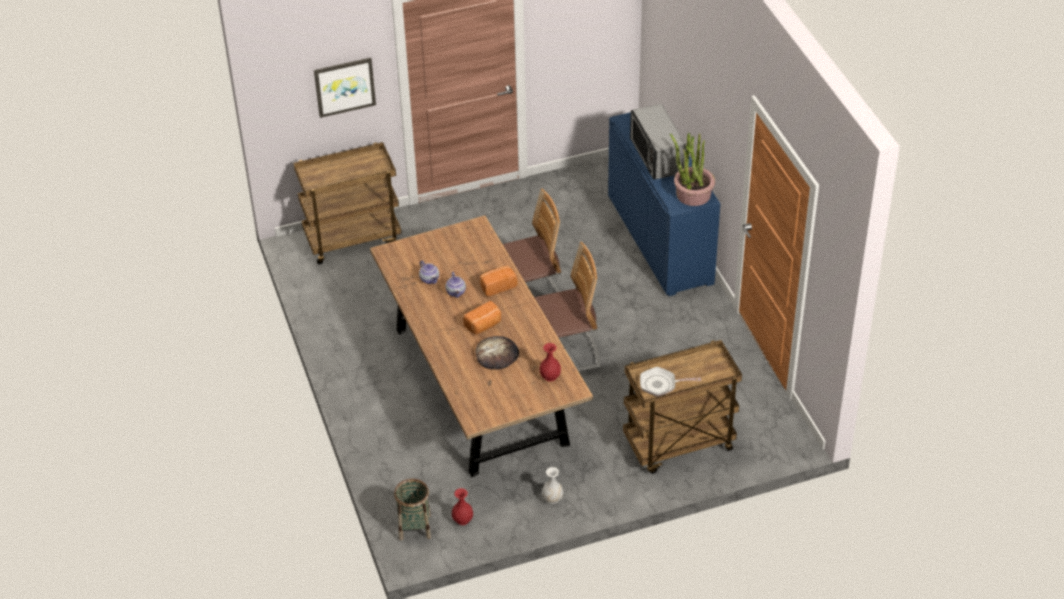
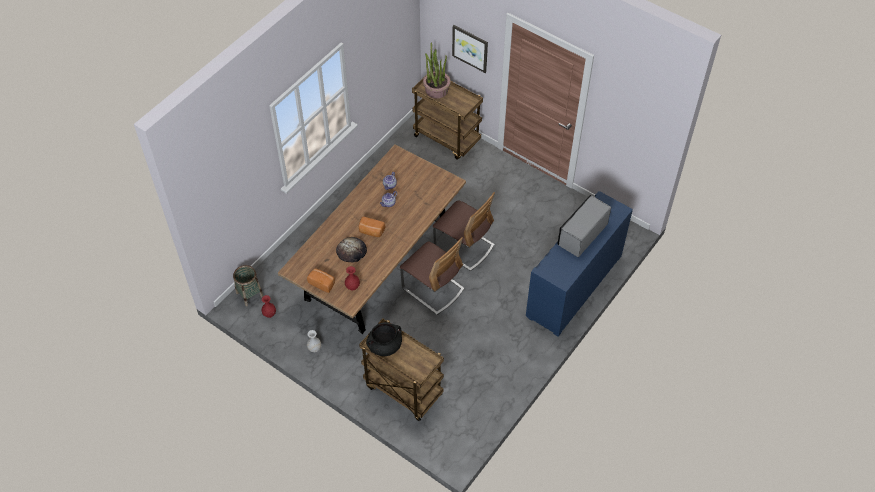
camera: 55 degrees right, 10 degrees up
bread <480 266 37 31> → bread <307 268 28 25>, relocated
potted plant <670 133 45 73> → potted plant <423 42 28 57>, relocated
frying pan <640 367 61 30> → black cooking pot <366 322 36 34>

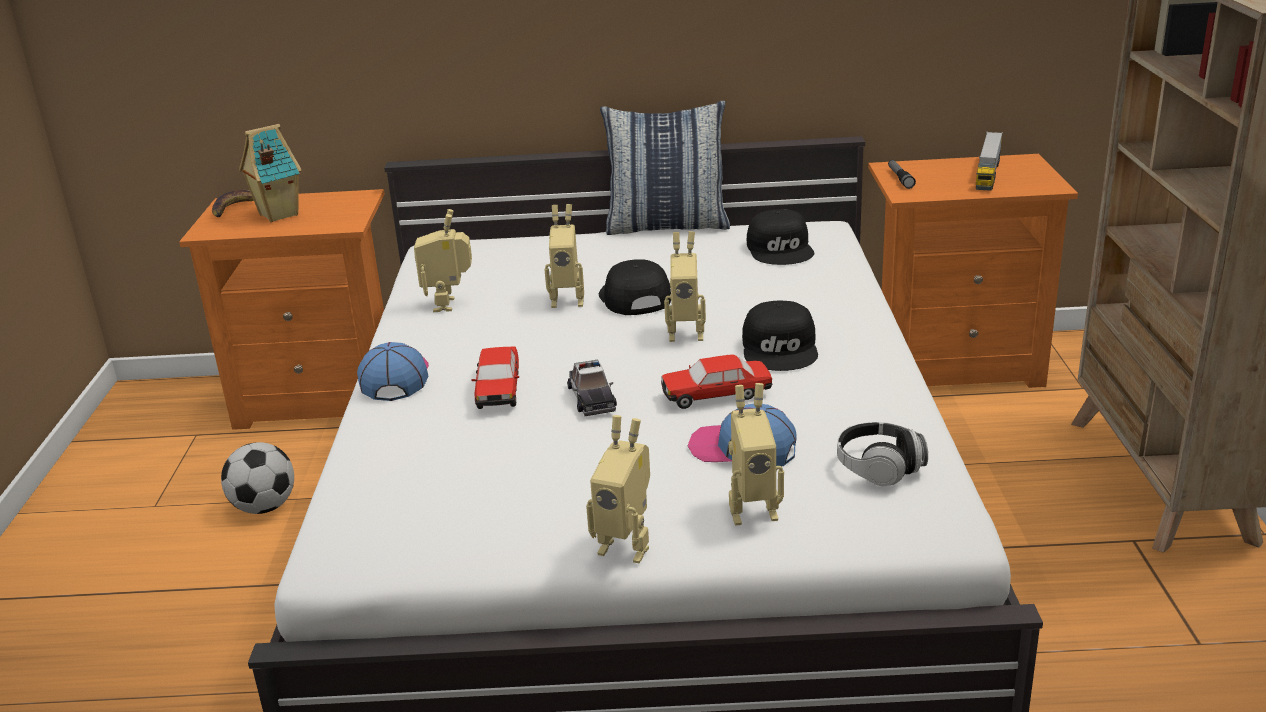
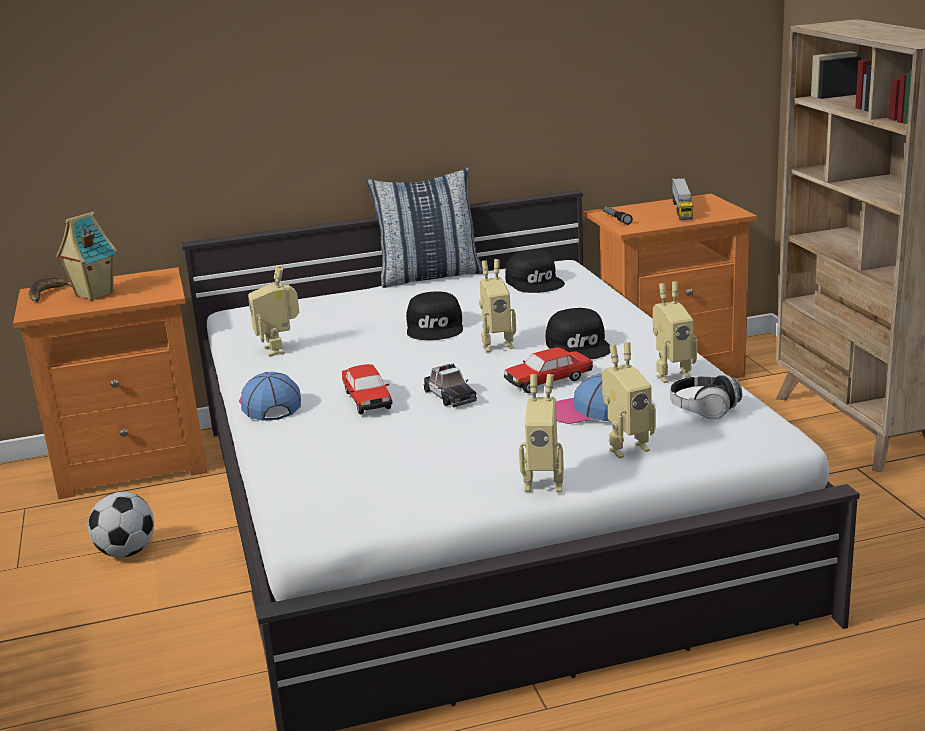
camera: 15 degrees left, 5 degrees down
toy robot <544 204 40 104> → toy robot <653 282 44 101>, relocated
black cap <599 259 72 56> → black cap <406 292 57 48>, 150 degrees counterclockwise

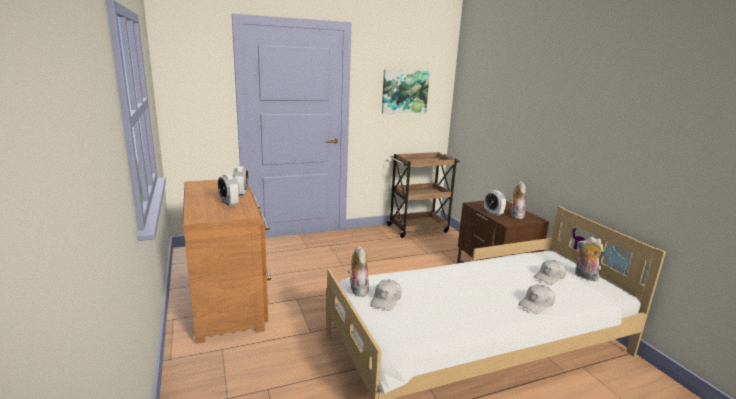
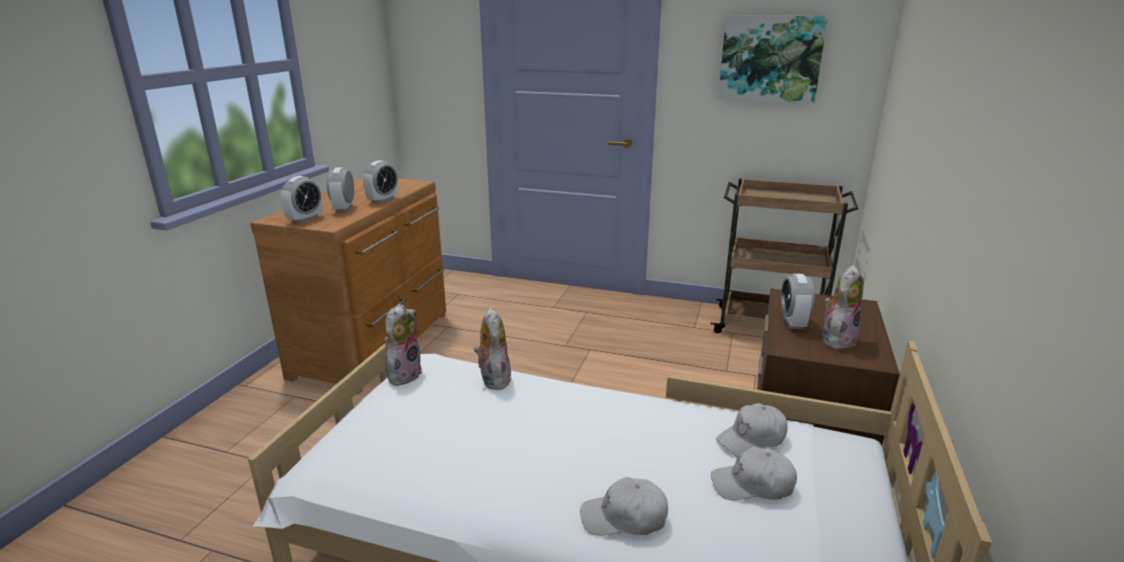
camera: 40 degrees right, 5 degrees up
- → alarm clock <280 176 43 47>
white cap <370 280 31 31> → white cap <716 403 72 54>, relocated
plush toy <575 237 29 44> → plush toy <474 307 37 83>, relocated

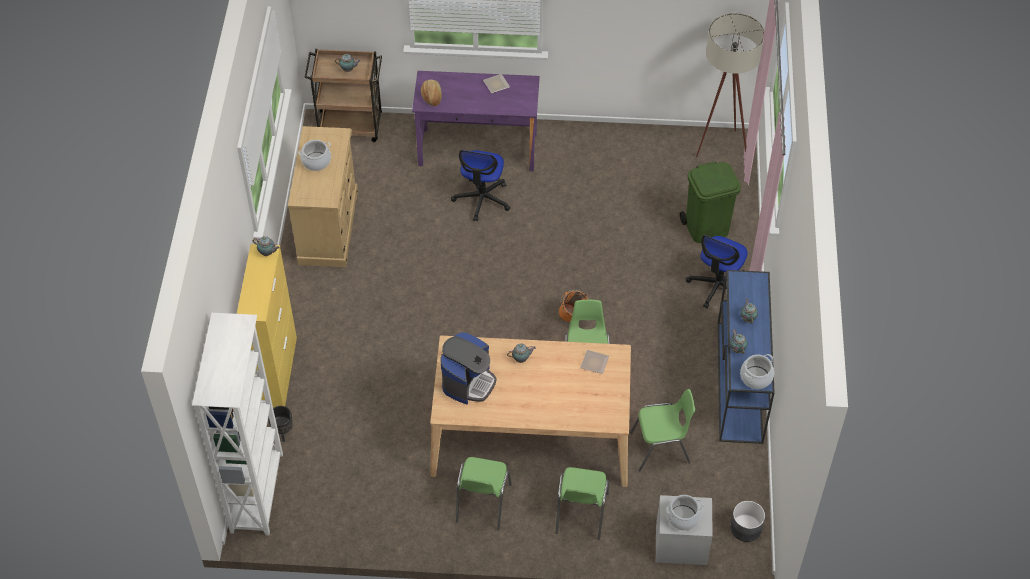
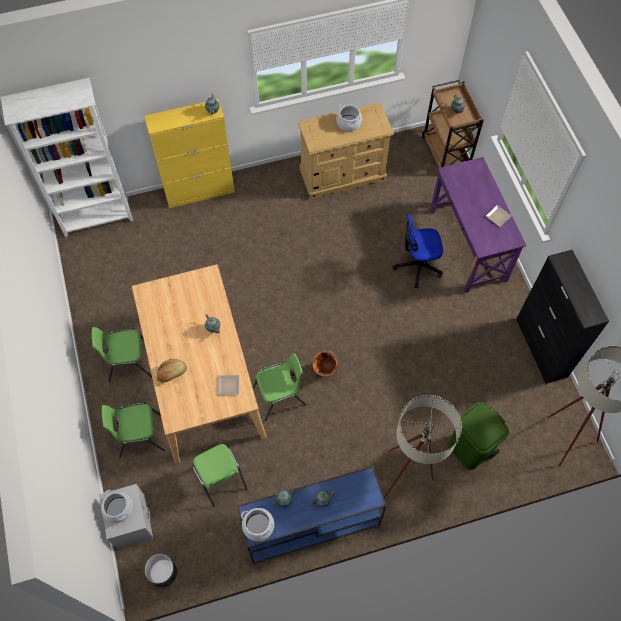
camera: 70 degrees right, 10 degrees up
black planter <268 406 25 36> → -
coffee machine <440 332 57 73> → -
- → black cabinet <516 250 93 134>
bread <421 79 21 27> → bread <157 359 30 24>, relocated
office chair <686 235 62 73> → beige floor lamp <384 395 78 104>

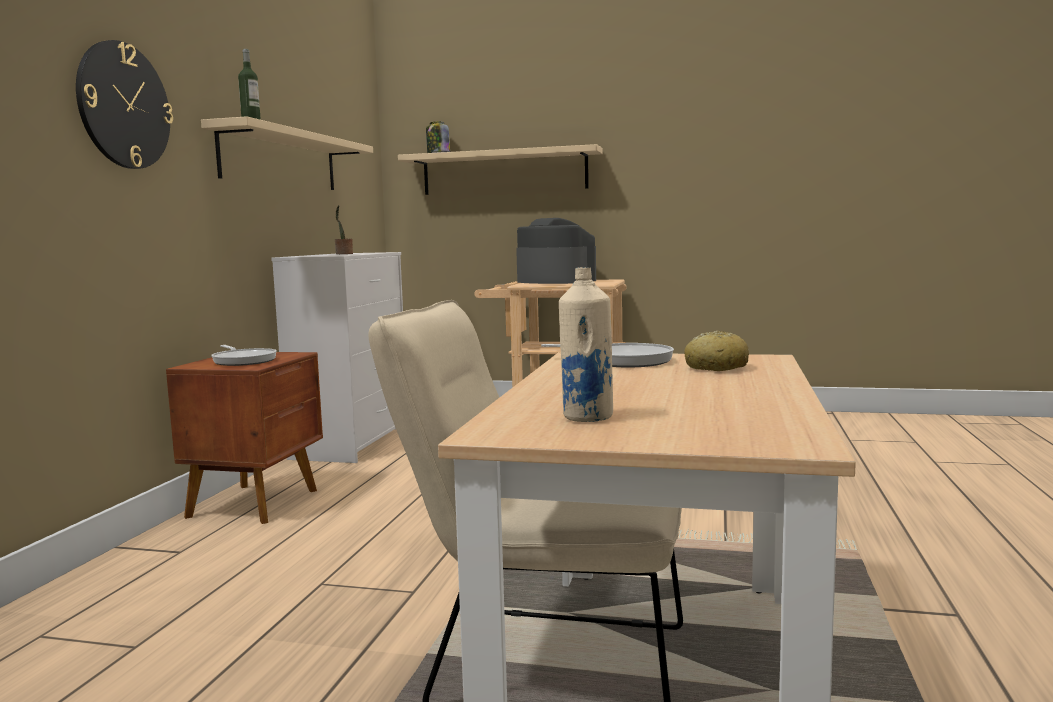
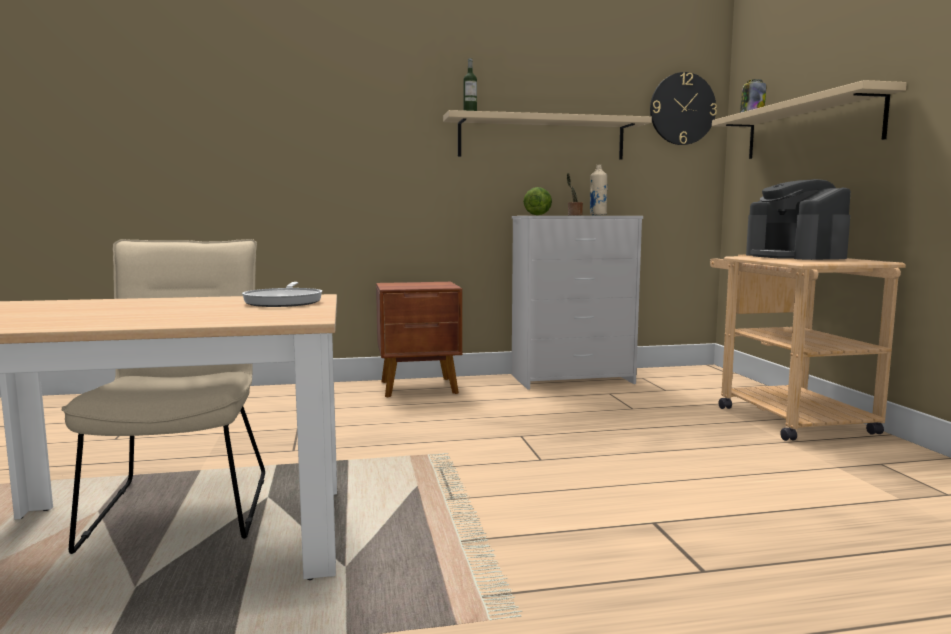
camera: 65 degrees right, 0 degrees up
frying pan <211 345 66 21> → -
bread <684 331 65 40> → -
- → lettuce <523 187 29 28>
wall clock <76 40 97 129> → wall clock <650 72 67 73>, relocated
beige bottle <559 267 54 155> → beige bottle <590 164 17 51>, relocated
coffee machine <516 218 80 66> → coffee machine <746 179 105 81>, 150 degrees clockwise

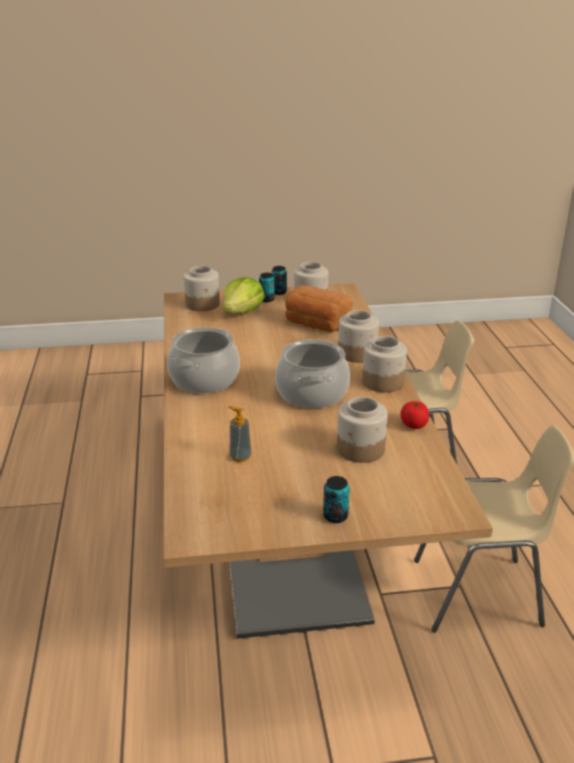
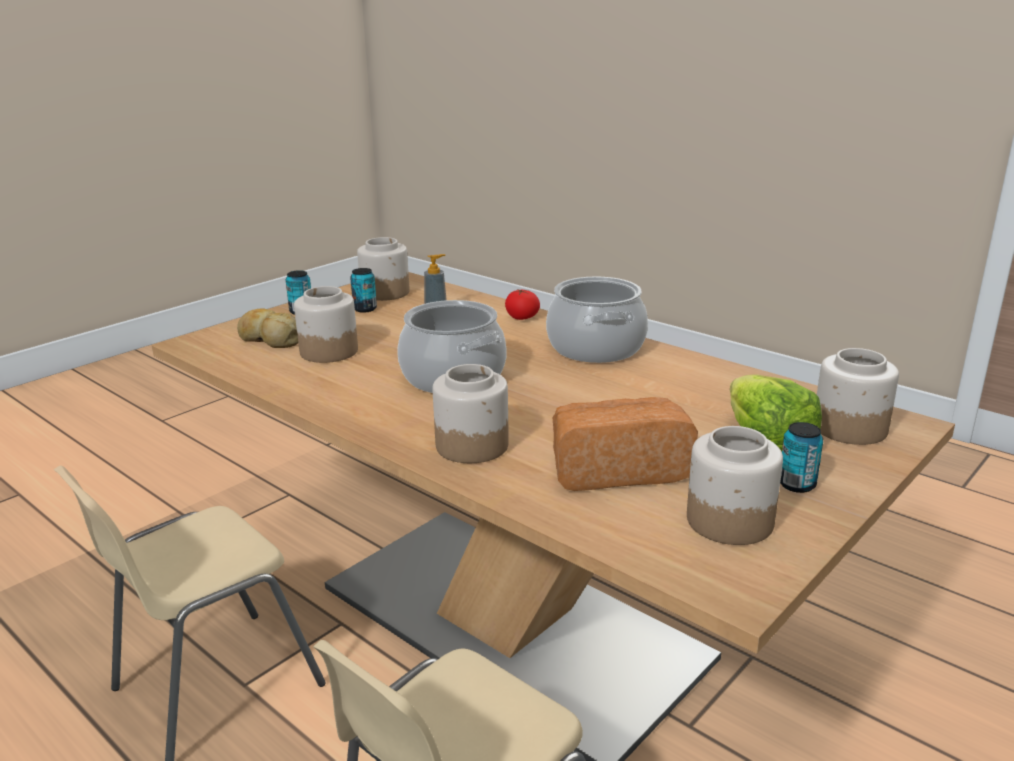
camera: 140 degrees right, 5 degrees down
- → bread <237 309 61 39>
can <271 266 16 29> → can <350 268 27 45>, relocated
jar <362 336 45 57> → jar <357 237 53 64>, relocated
tomato <401 401 28 28> → tomato <505 289 35 31>, relocated

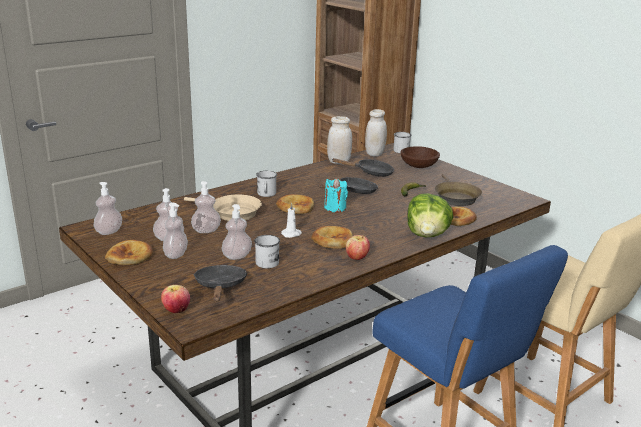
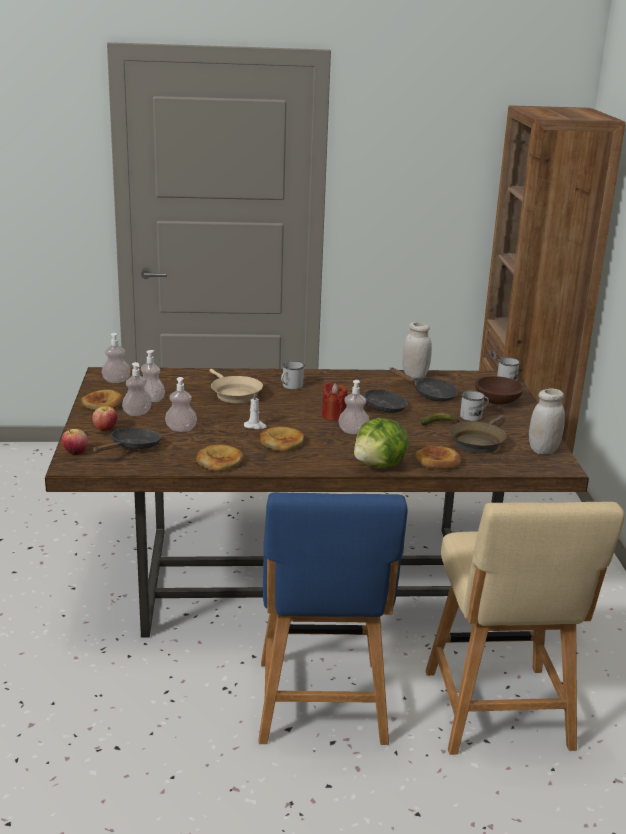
camera: 35 degrees right, 0 degrees up
soap dispenser <191 181 30 52> → soap dispenser <338 380 31 55>, relocated
white mug <254 235 26 33> → white mug <460 391 29 30>, relocated
bread <276 194 38 20> → bread <196 444 47 28>, relocated
apple <346 235 24 25> → apple <92 406 25 25>, relocated
white jar <365 109 22 48> → white jar <529 389 36 65>, relocated
turquoise candle <324 178 24 35> → red candle <322 382 25 39>

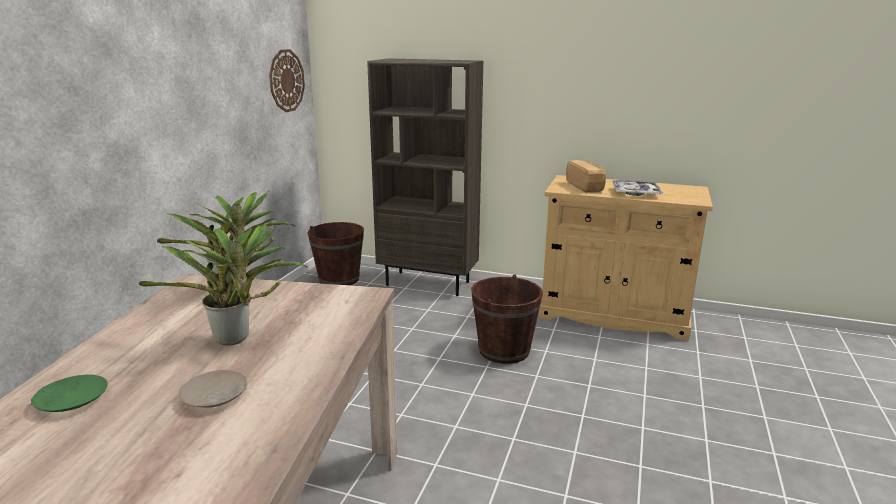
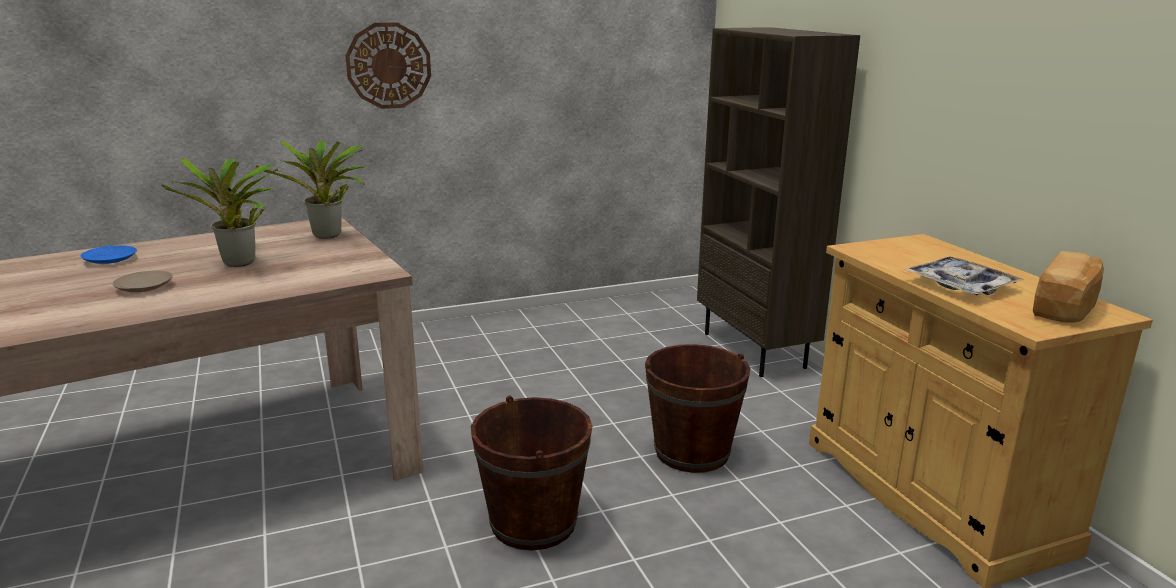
camera: 50 degrees right, 0 degrees up
wall clock <269 49 36 63> → wall clock <345 23 86 86>, relocated
brown bucket <308 222 56 63> → brown bucket <471 396 121 154>, relocated
bread <566 160 40 33> → bread <1033 251 71 72>, relocated
green plate <31 374 77 38> → blue plate <81 245 56 19>

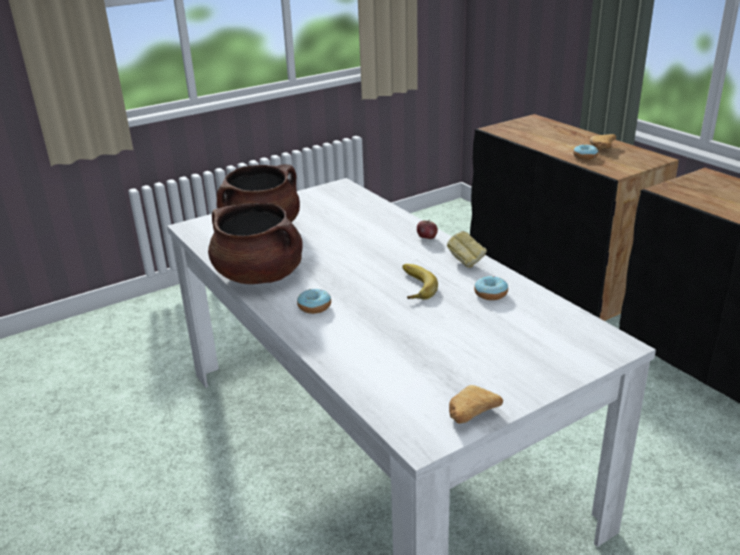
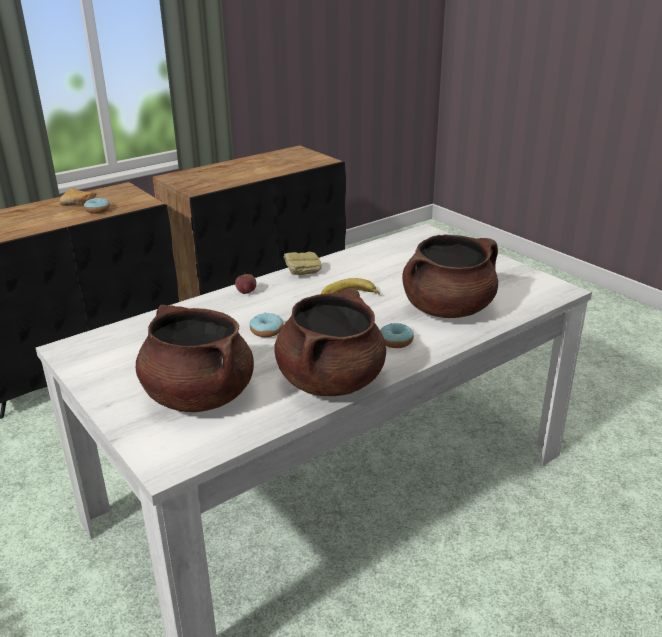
camera: 95 degrees left, 0 degrees up
bread <449 385 54 38> → -
- → brown cooking pot <402 234 96 84>
donut <474 276 34 24> → donut <250 313 34 24>, relocated

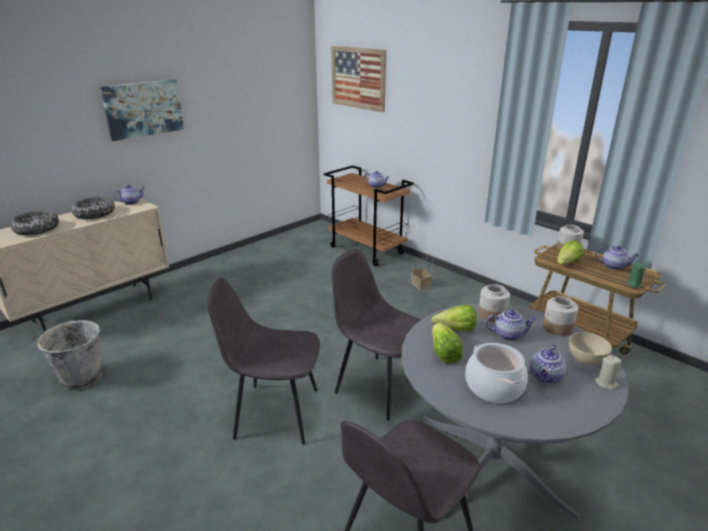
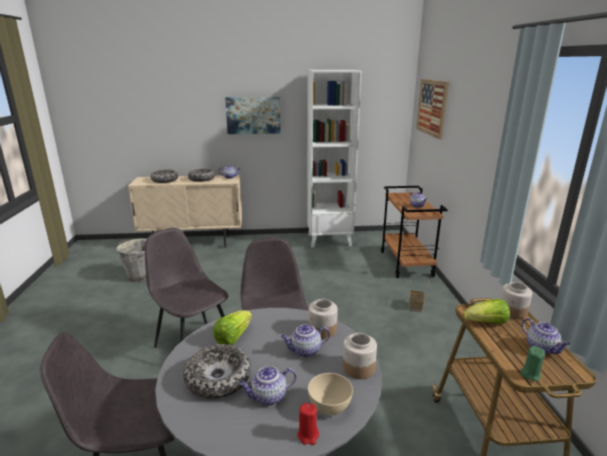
camera: 40 degrees right, 5 degrees down
lettuce <432 305 45 26> → -
- → white bookcase <307 70 55 177>
cooking pot <465 343 63 60> → bowl <183 344 68 55>
beige candle <595 355 27 35> → red candle <297 403 22 42>
teapot <485 310 52 31> → teapot <281 324 49 33>, 120 degrees clockwise

